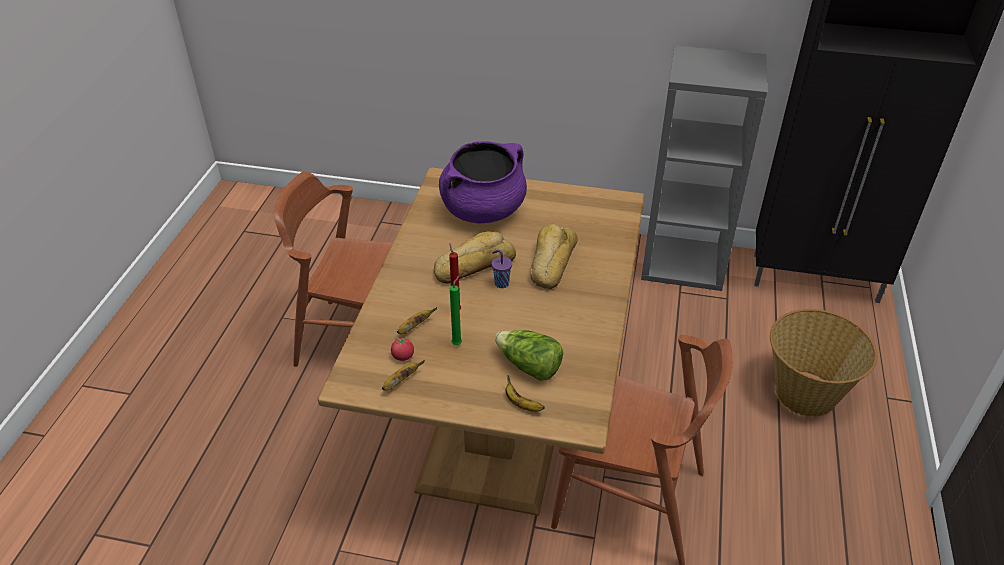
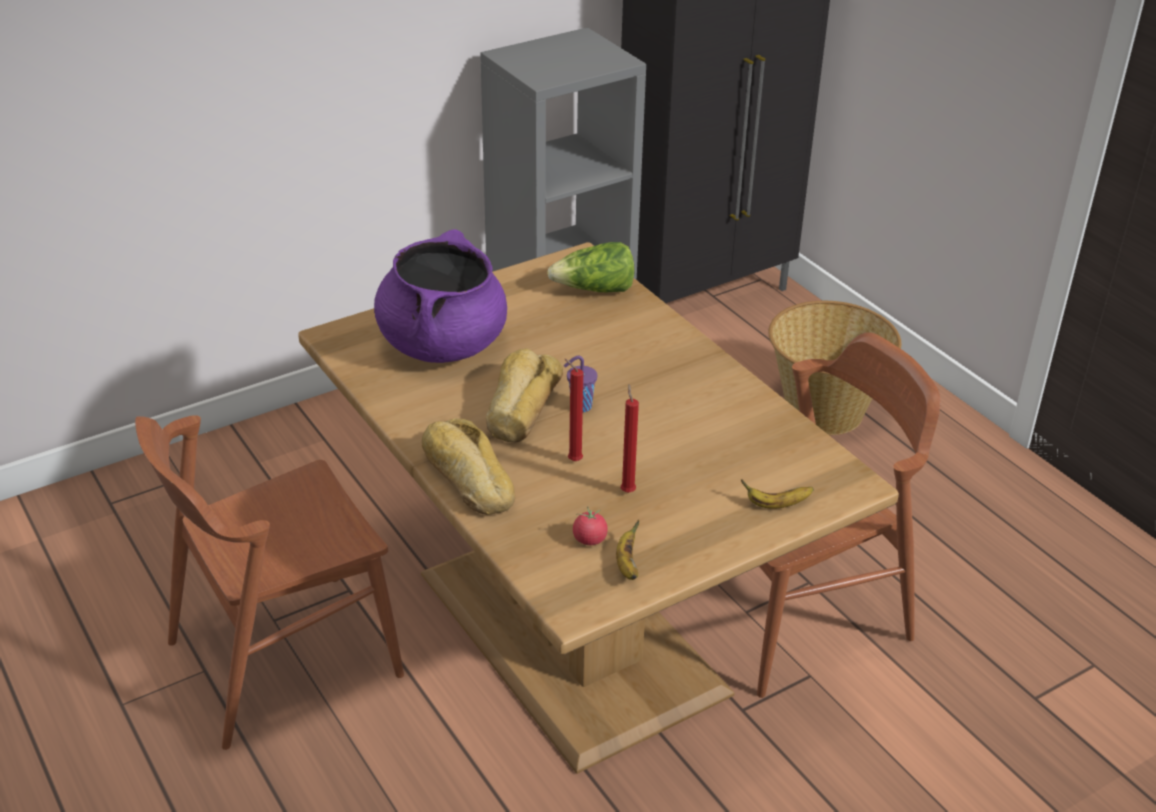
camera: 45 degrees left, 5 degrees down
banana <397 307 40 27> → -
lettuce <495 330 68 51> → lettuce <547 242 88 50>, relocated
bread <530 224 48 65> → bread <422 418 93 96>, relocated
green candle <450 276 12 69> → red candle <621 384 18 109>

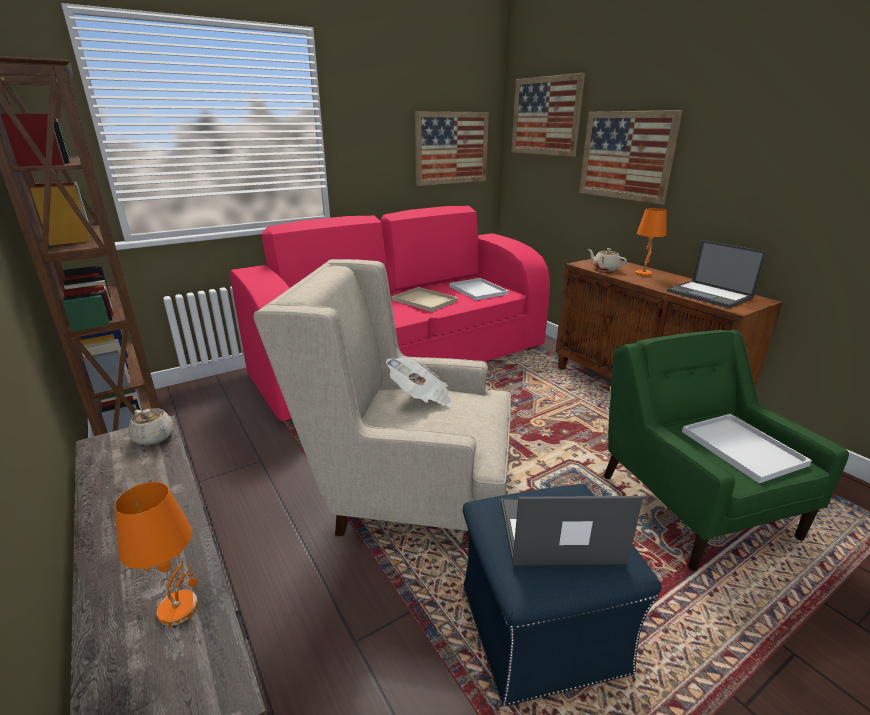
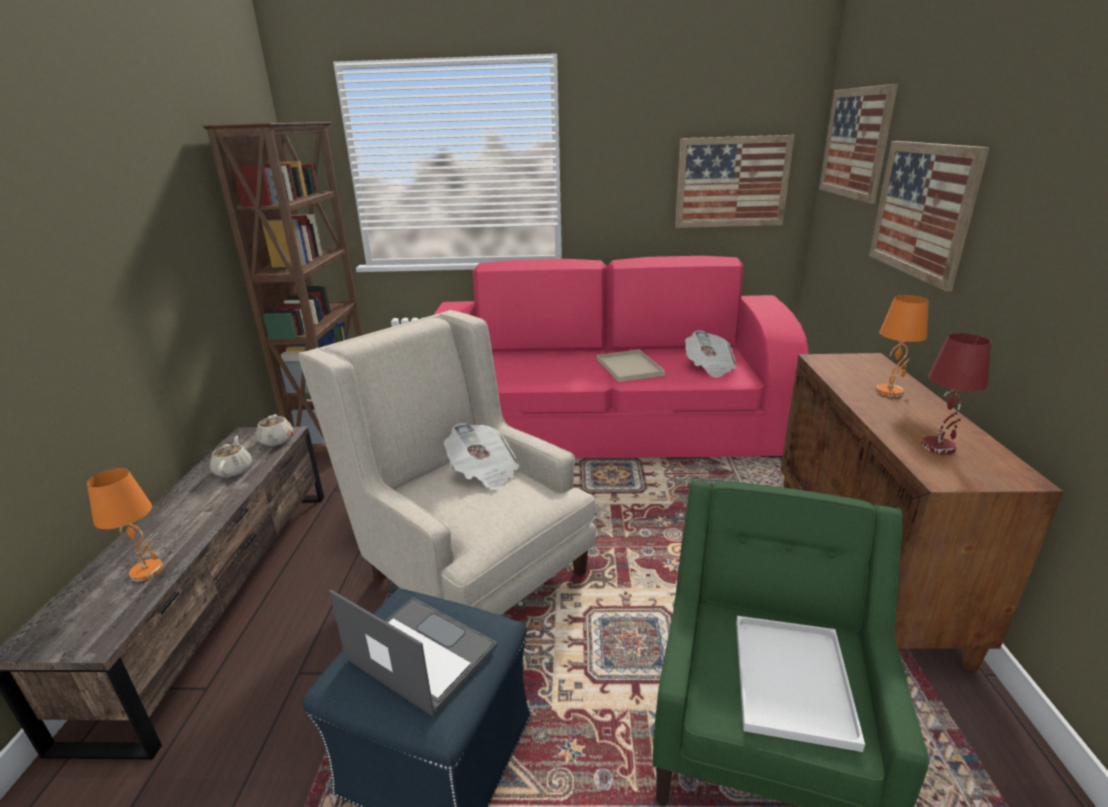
camera: 35 degrees right, 0 degrees up
beige teapot <588 248 39 23> → beige teapot <210 436 42 42>, relocated
white tray <449 278 60 22> → newspaper <685 330 52 48>
laptop <667 240 100 68> → red table lamp <922 333 69 121>

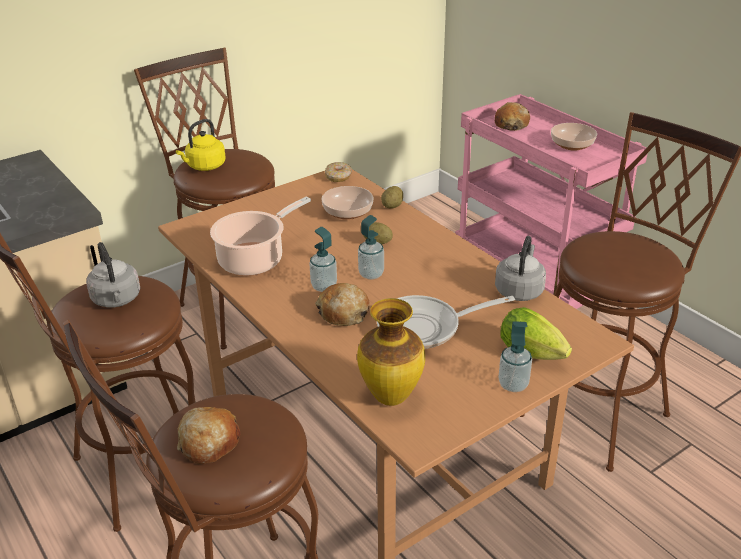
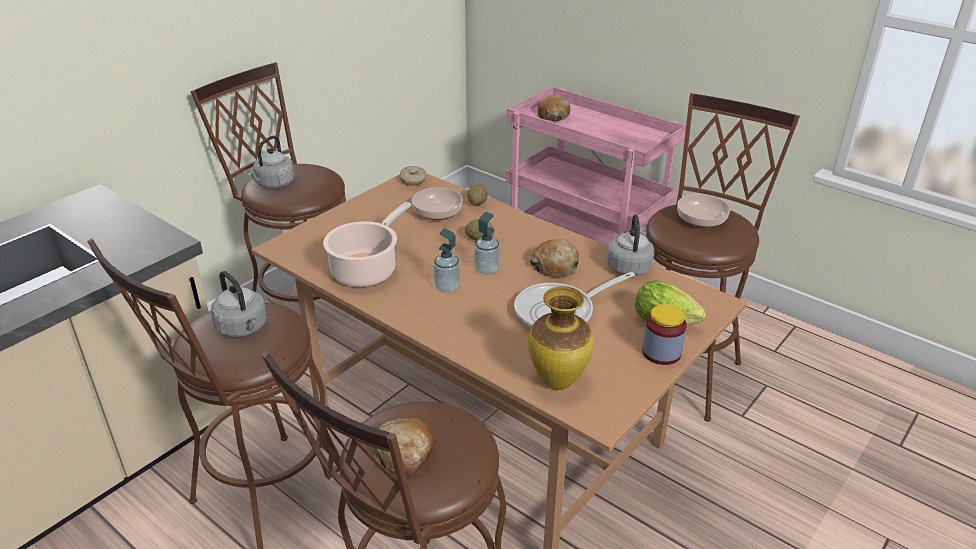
camera: 15 degrees left, 0 degrees up
bread <315 283 55 43> → bread <530 239 49 38>, relocated
bowl <551 123 46 27> → bowl <677 194 53 34>, relocated
soap dispenser <498 321 34 71> → jar <642 304 45 61>
yellow kettle <176 119 50 52> → grey kettle <247 136 48 53>

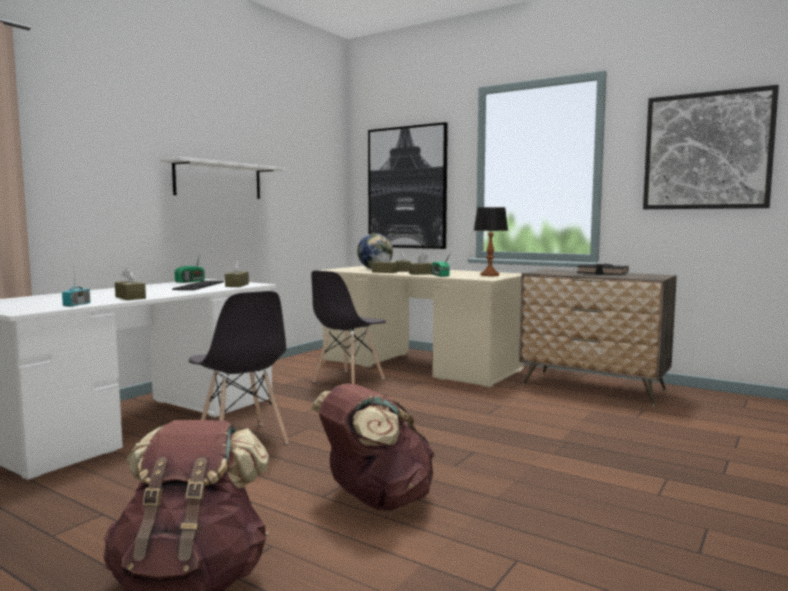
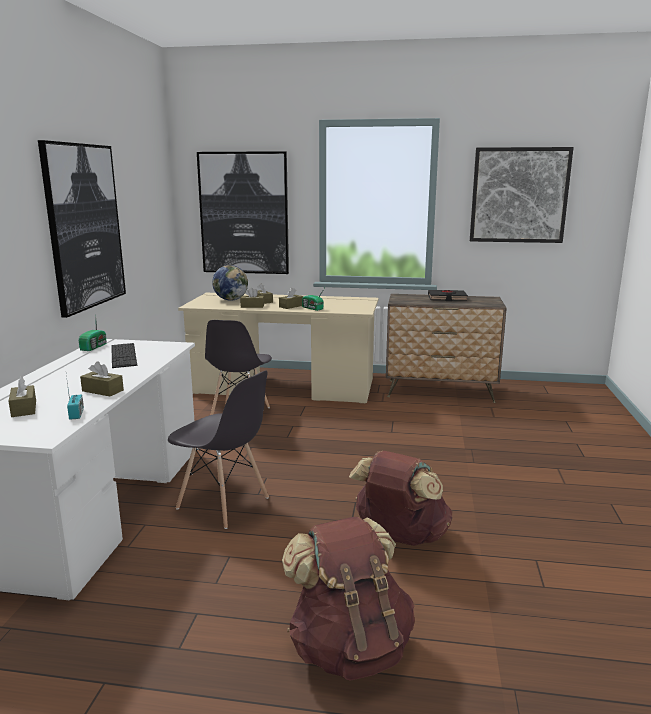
camera: 25 degrees left, 10 degrees up
table lamp <473 207 35 69> → -
brown tissue box <225 261 24 26> → brown tissue box <9 377 27 40>, relocated
white shelf <160 157 125 42> → picture <38 140 88 178>

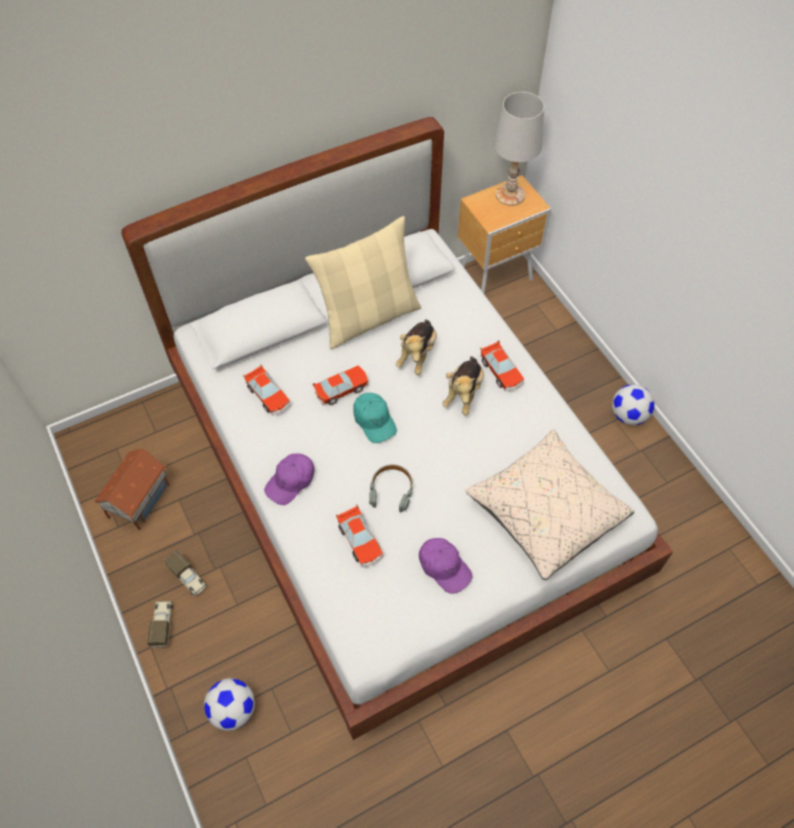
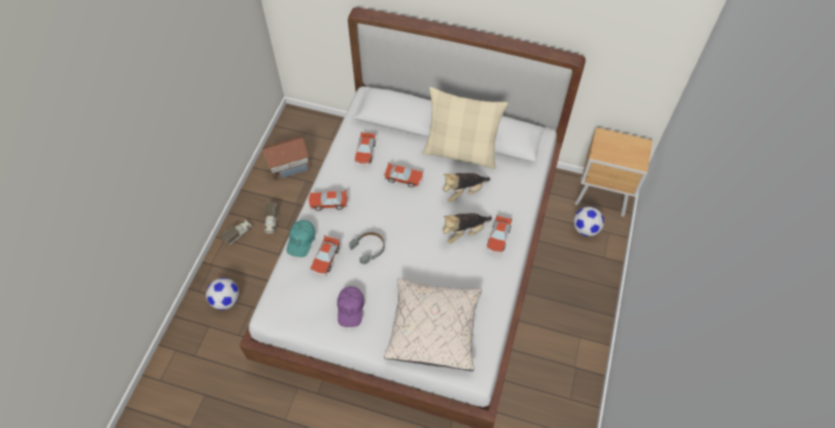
camera: 45 degrees right, 0 degrees up
white table lamp <494 92 50 114> → -
turquoise cap <353 393 44 50> → turquoise cap <287 220 28 37>, relocated
football <612 384 43 41> → football <574 207 30 29>, relocated
purple cap <264 453 51 52> → toy car <309 190 39 21>

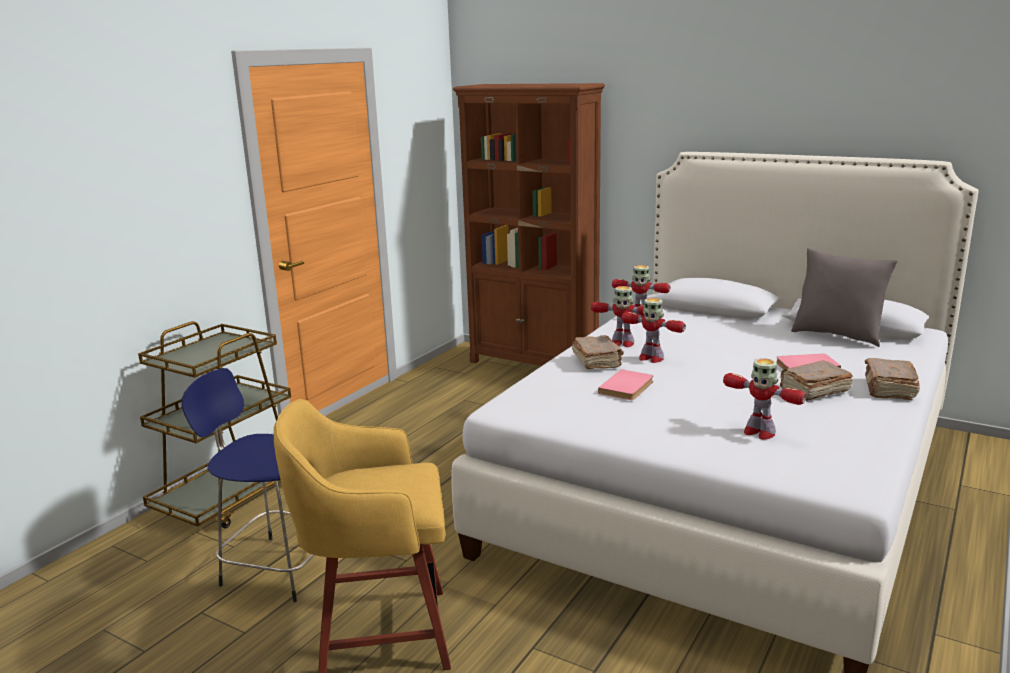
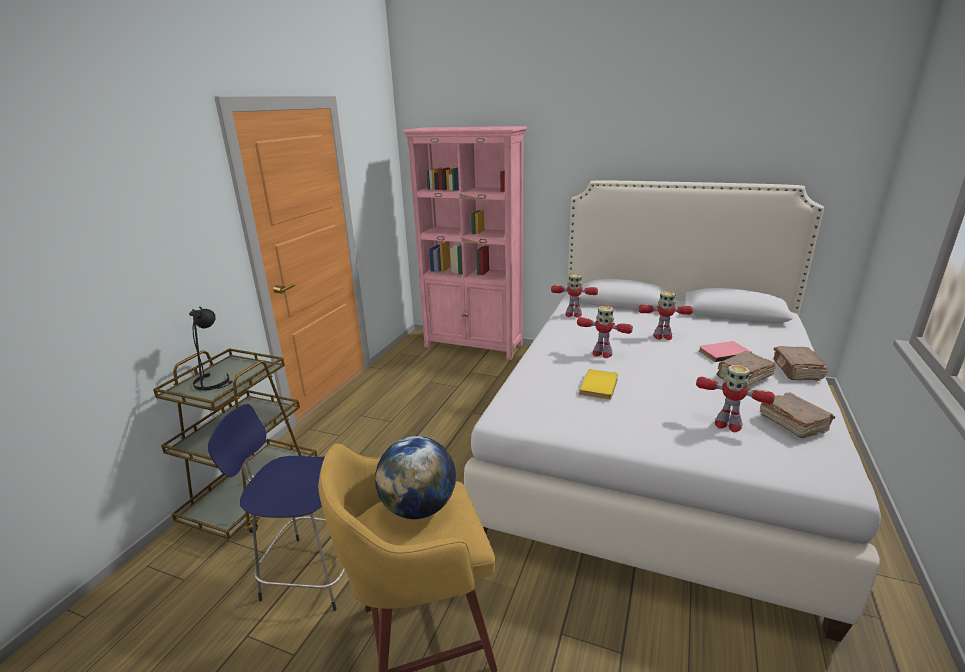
camera: 10 degrees left, 5 degrees up
grey pillow <791 248 107 99> → -
- → black table lamp <189 306 44 85>
- → globe <375 436 81 83>
brown book <572 335 52 34> → brown book <760 392 75 46>, relocated
toy robot <591 286 54 61> → toy robot <638 291 55 49>, relocated
brown bookcase <453 83 152 283> → pink bookcase <403 126 124 234>
pink book <598 369 55 31> → yellow book <579 369 39 31>

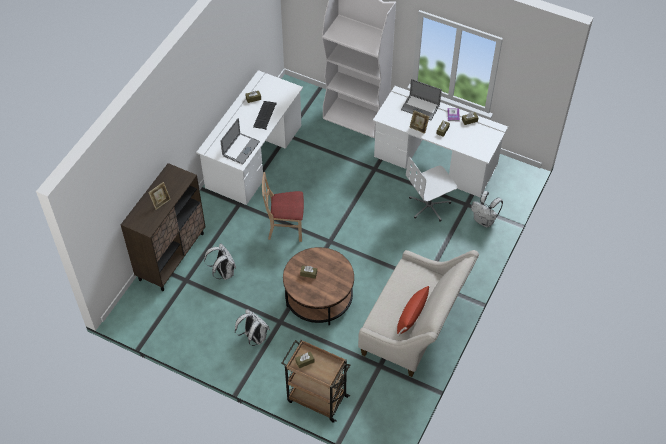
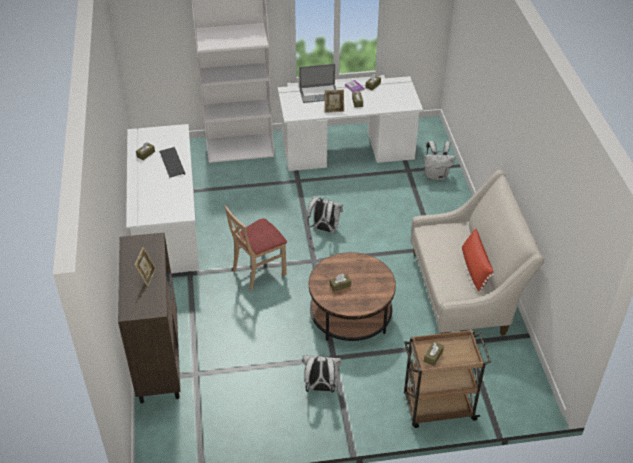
camera: 35 degrees left, 10 degrees down
laptop <220 118 40 47> → -
white office chair <406 157 52 64> → -
white backpack <204 243 32 37> → white backpack <307 196 36 37>, relocated

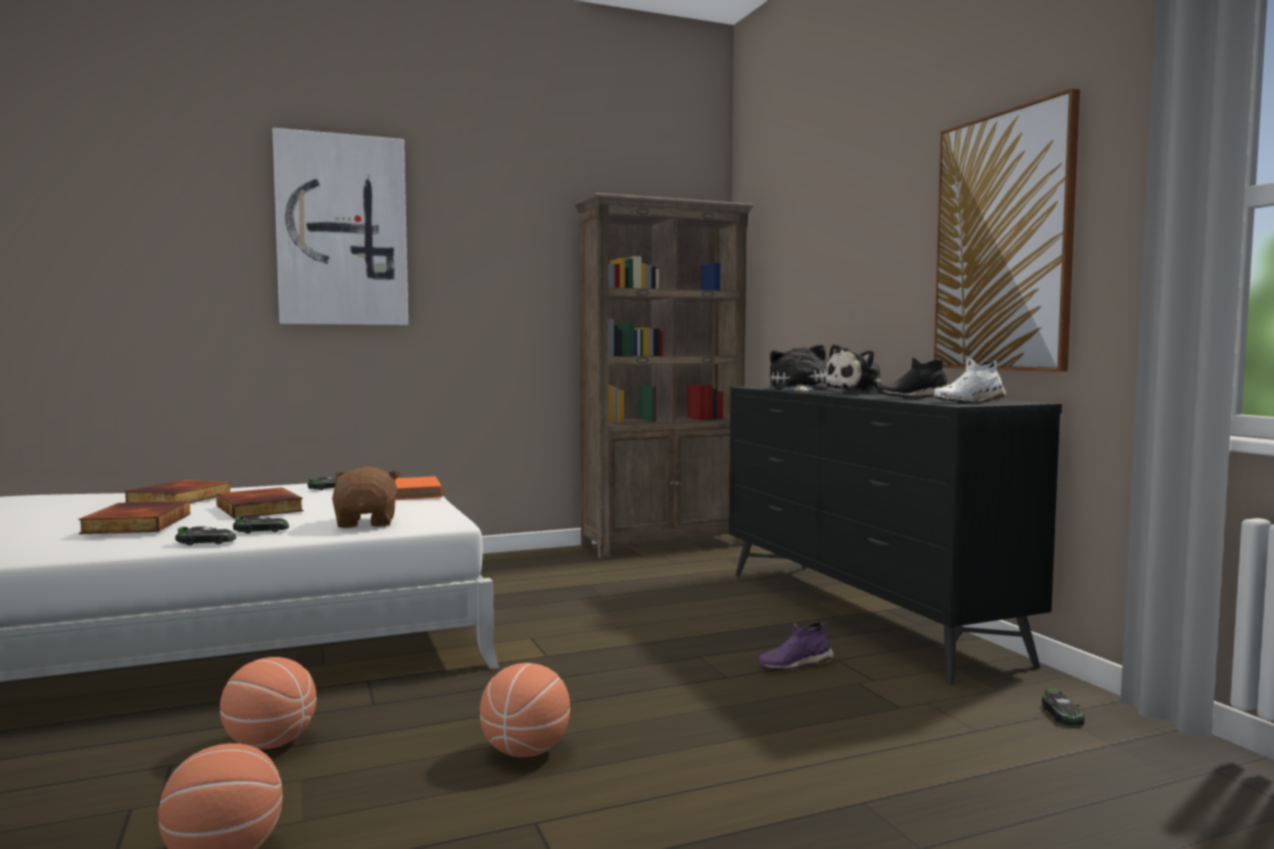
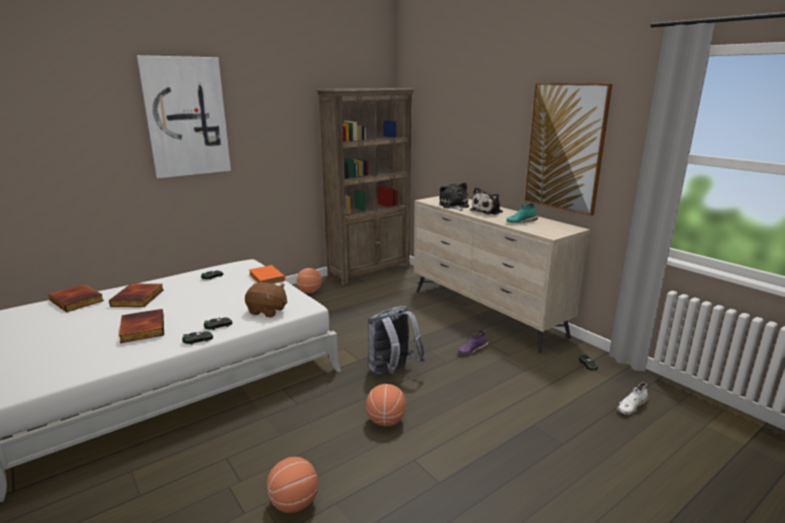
camera: 15 degrees left, 15 degrees up
- → grey backpack <368 306 57 69>
book <216 487 88 32> → book <48 284 56 28>, relocated
basketball <220 657 96 92> → basketball <296 268 26 25>, relocated
white shoe <933 358 74 44> → white shoe <617 383 32 32>, relocated
black dresser <729 386 333 298> → beige dresser <414 196 176 157>
black shoe <878 357 71 41> → turquoise shoe <506 203 32 20>
brown plush toy <332 466 68 62> → brown plush toy <245 282 42 35>, 135 degrees clockwise

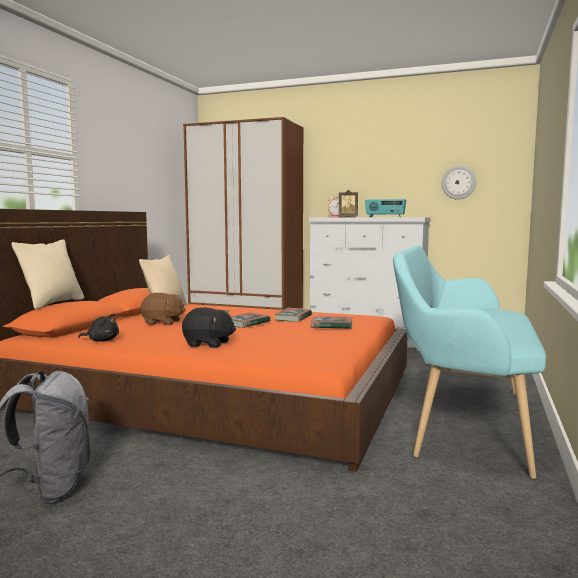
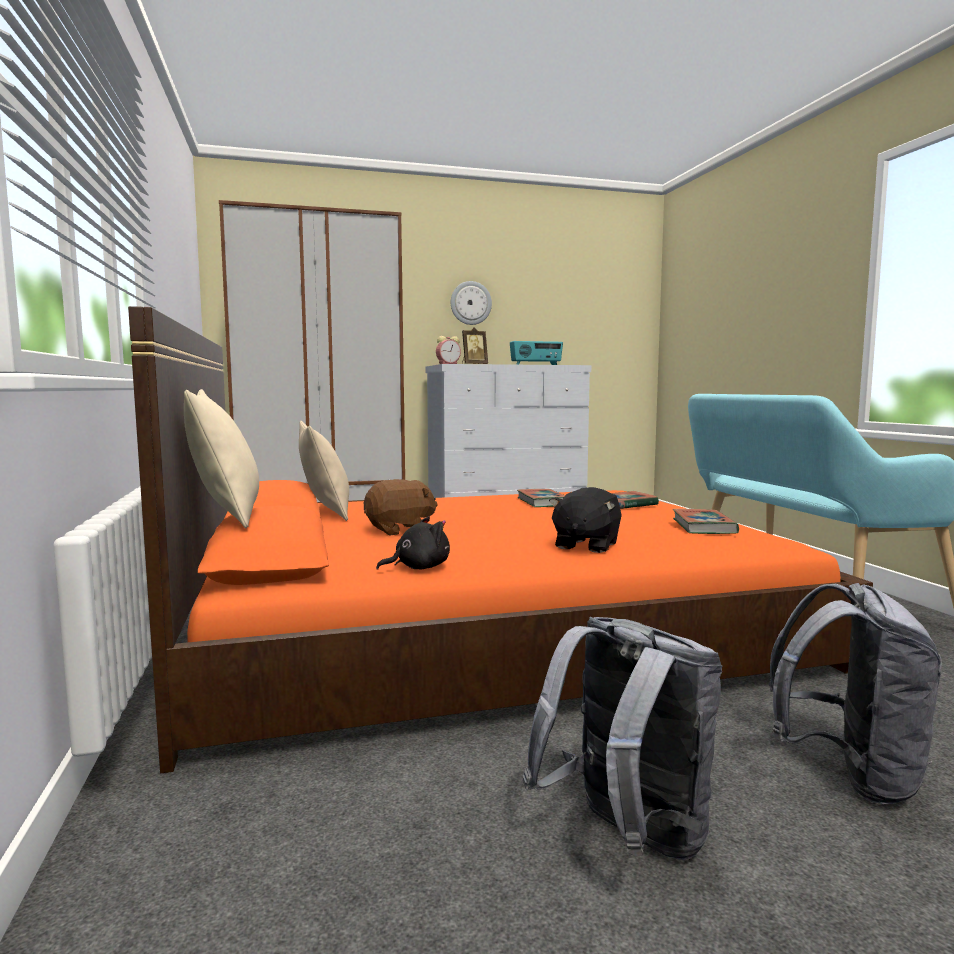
camera: 35 degrees left, 0 degrees up
- → grey backpack <769 583 173 221>
book <231 312 39 16> → book <673 509 66 25>, relocated
wall clock <442 166 35 34> → wall clock <451 281 41 44>, relocated
black plush toy <182 308 54 40> → black plush toy <549 487 73 66>, 135 degrees clockwise

